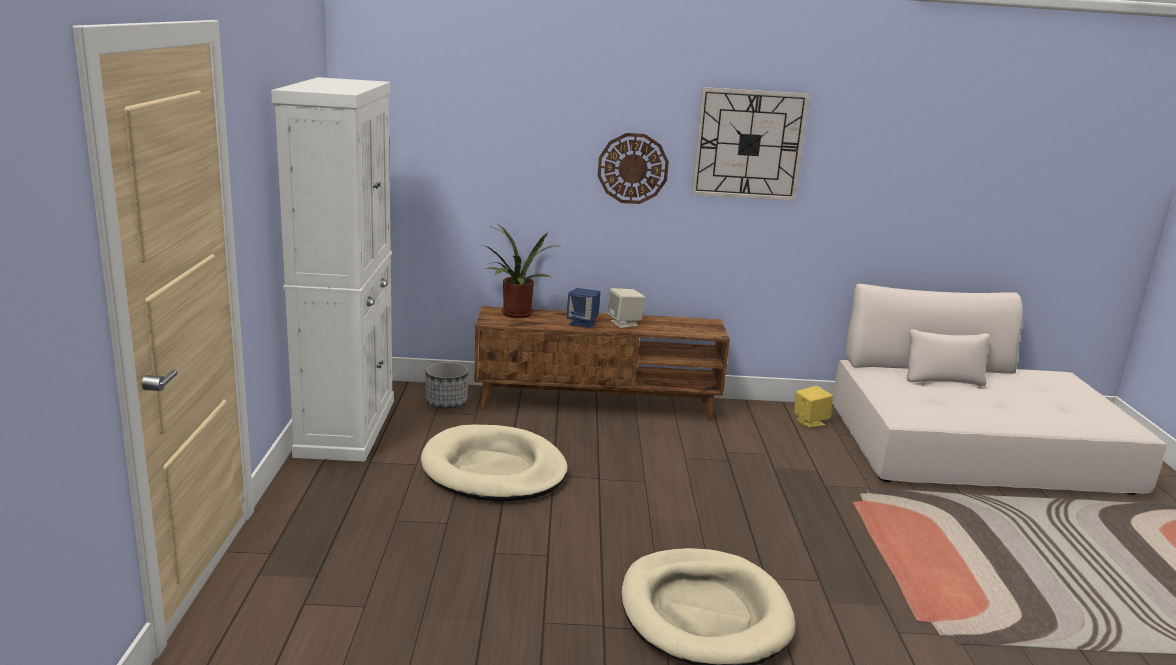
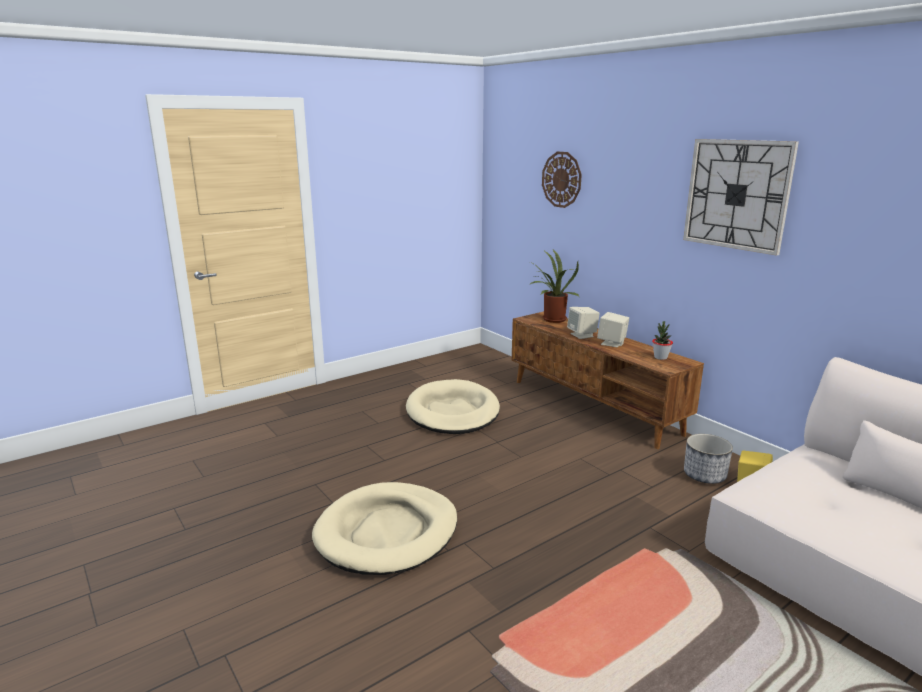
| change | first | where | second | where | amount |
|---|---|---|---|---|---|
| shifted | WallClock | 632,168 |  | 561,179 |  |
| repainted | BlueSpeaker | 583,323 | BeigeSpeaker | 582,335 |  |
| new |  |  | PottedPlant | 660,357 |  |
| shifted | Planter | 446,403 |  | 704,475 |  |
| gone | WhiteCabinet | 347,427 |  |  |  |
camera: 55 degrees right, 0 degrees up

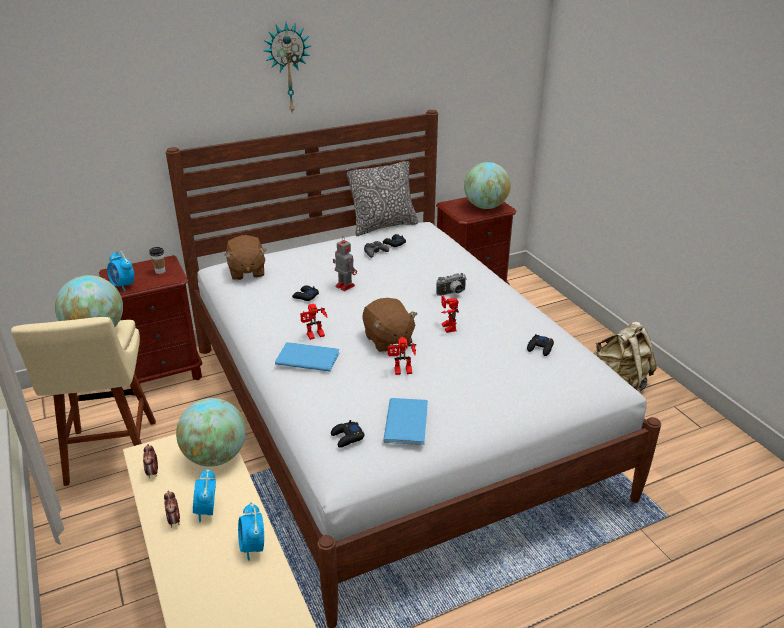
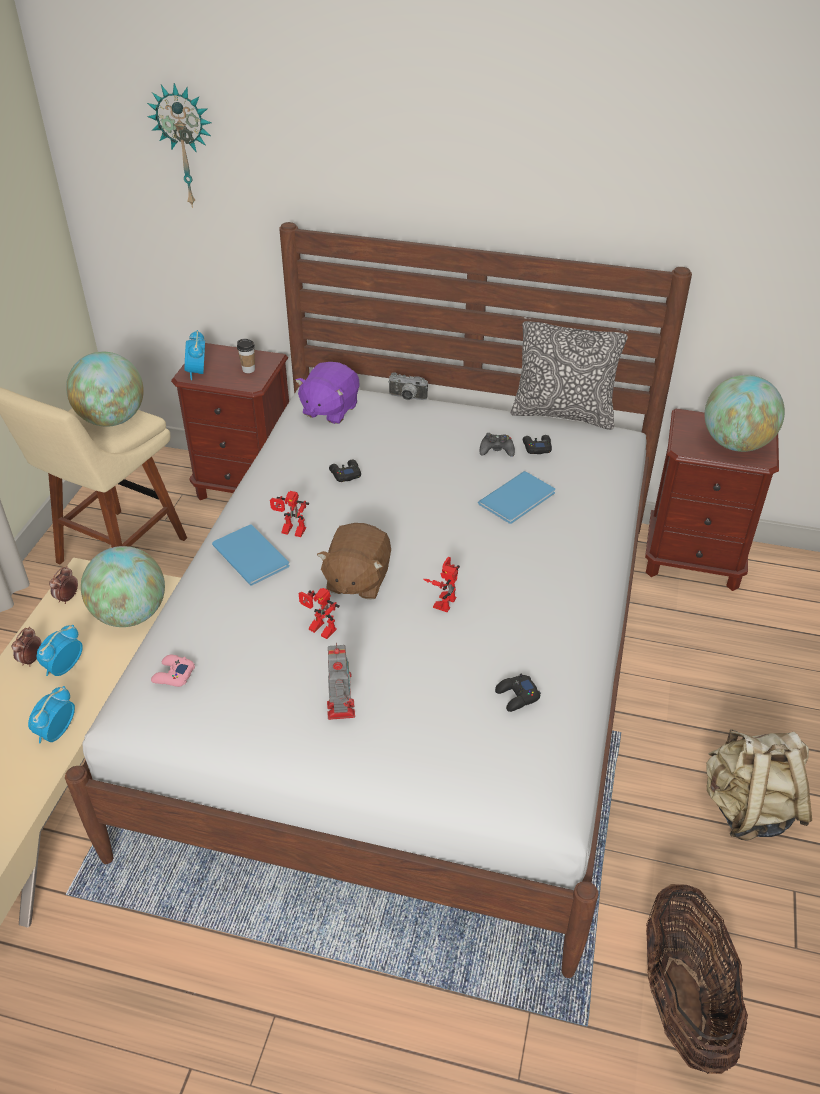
| change | first | where | second | where | amount |
|---|---|---|---|---|---|
| shifted | WallClock | 287,68 |  | 185,145 |  |
| repainted | BlackGameController | 347,437 | PinkGameController | 173,675 |  |
| repainted | BrownPlushToy | 246,272 | PurplePlushToy | 329,410 |  |
| shifted | ToyRobot | 344,285 |  | 340,708 |  |
| shifted | PhotoCamera | 452,293 |  | 407,398 |  |
| shifted | BlueBook | 408,421 |  | 519,498 |  |
| new |  |  | Basket | 683,1000 |  |
camera: 40 degrees right, 10 degrees up

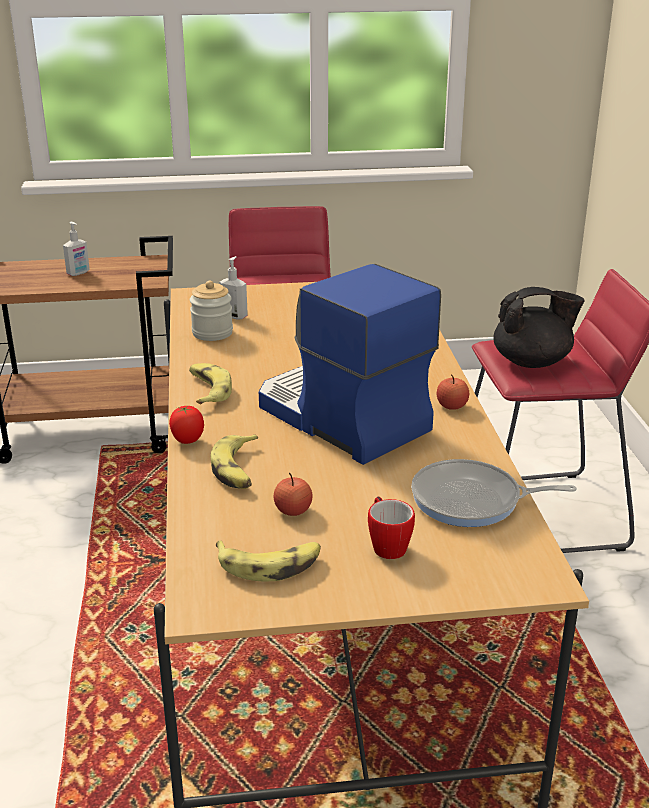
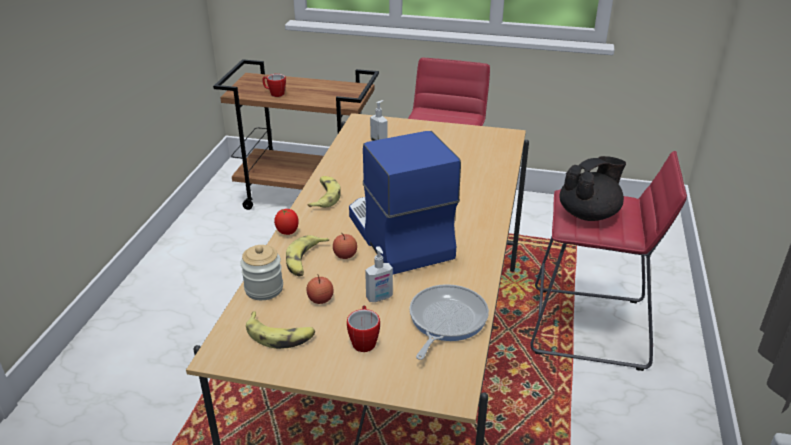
| change | first | where | second | where | amount |
|---|---|---|---|---|---|
| shifted | Jar | 212,333 |  | 264,289 |  |
| new |  |  | Mug | 274,94 |  |
| shifted | Apple | 452,406 |  | 345,255 |  |
| shifted | SoapDispenser | 78,273 |  | 379,298 |  |
| rotated | FryingPan | 472,501 |  | 445,320 | 90 degrees clockwise |
| rotated | BlackTeapot | 532,362 |  | 589,214 | 45 degrees counterclockwise |
camera: 20 degrees right, 5 degrees up

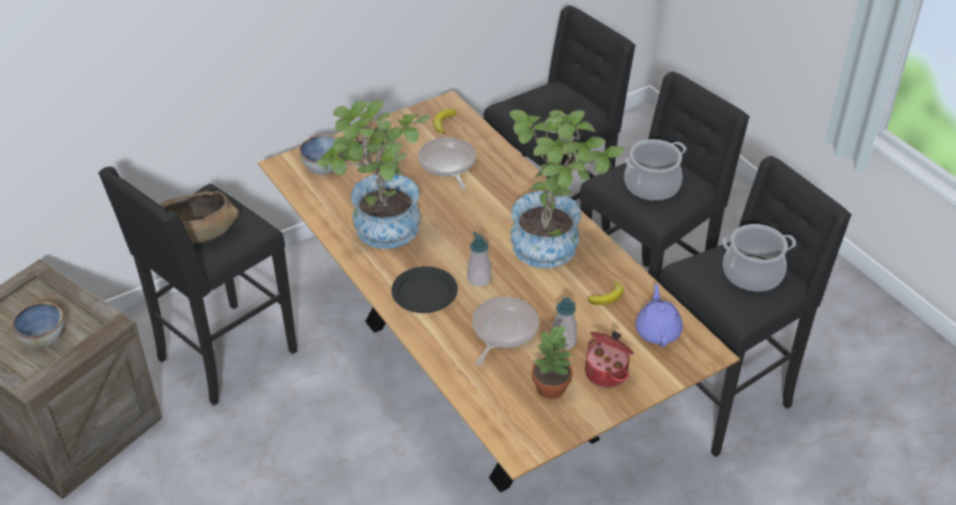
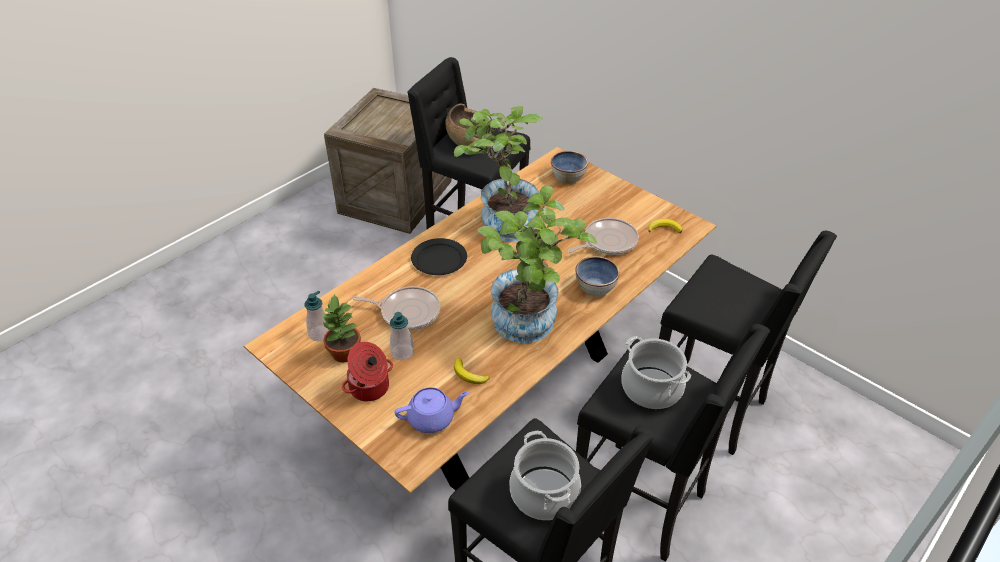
| change | first | where | second | where | amount |
|---|---|---|---|---|---|
| shifted | SoapDispenser | 479,279 |  | 320,334 |  |
| shifted | Bowl | 44,337 |  | 595,287 |  |
camera: 75 degrees right, 0 degrees up

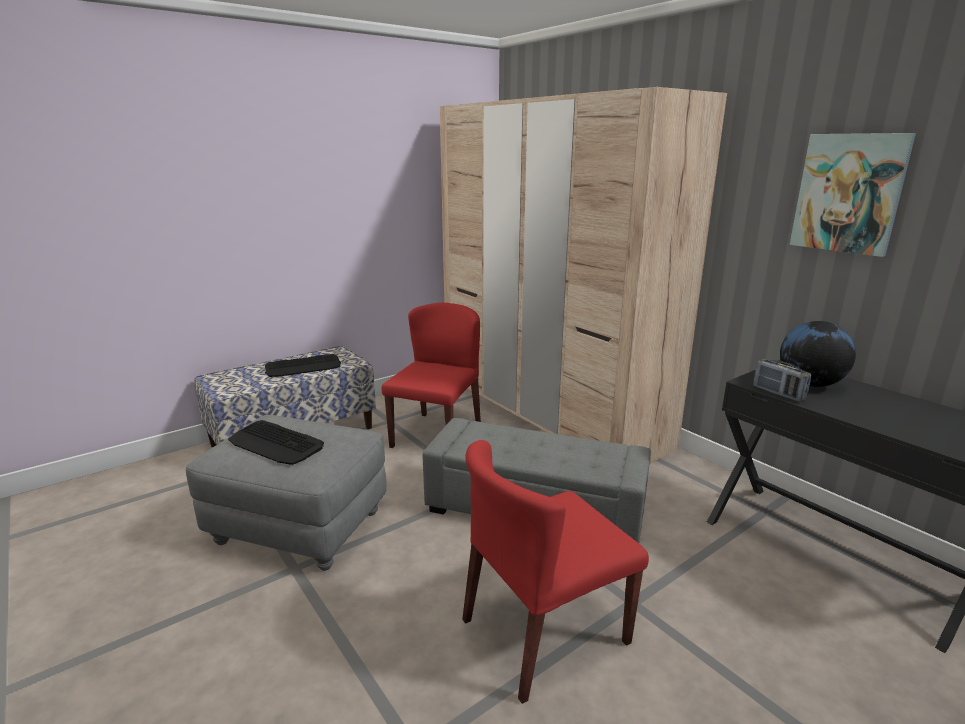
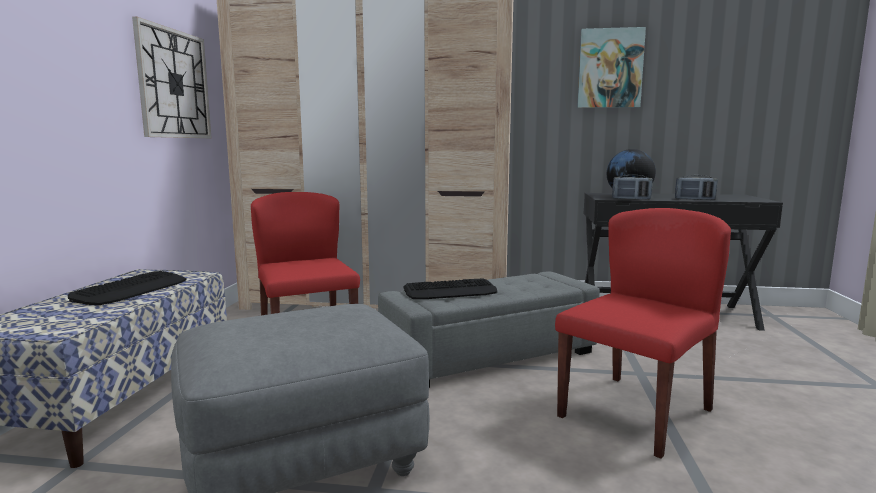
| change | first | where | second | where | amount |
|---|---|---|---|---|---|
| new |  |  | WallClock | 174,84 |  |
| shifted | Keyboard | 276,443 |  | 450,291 |  |
| rotated | RedChair | 544,632 |  | 635,412 | 150 degrees counterclockwise |
| new |  |  | Radio | 694,199 |  |
camera: 45 degrees left, 10 degrees down

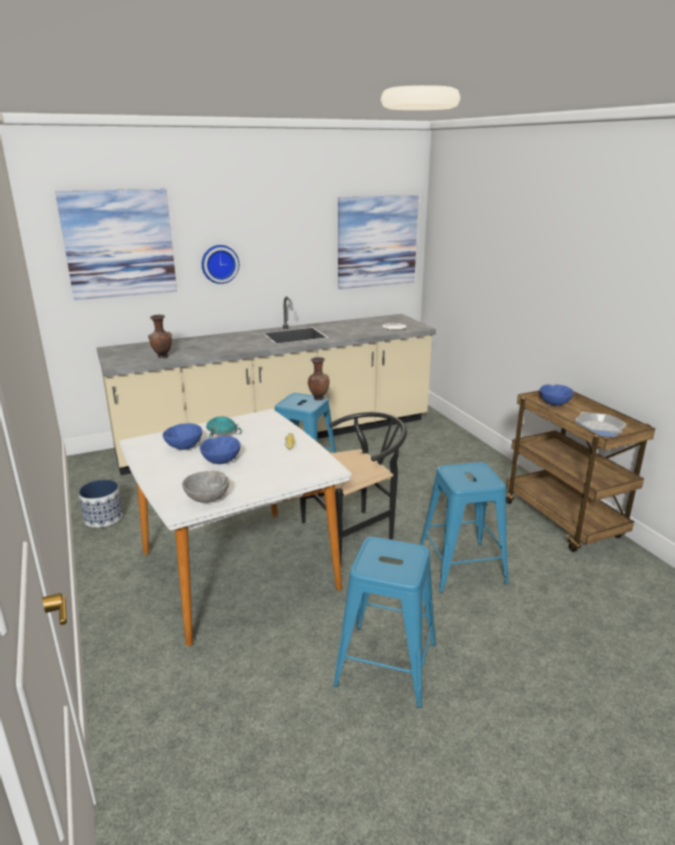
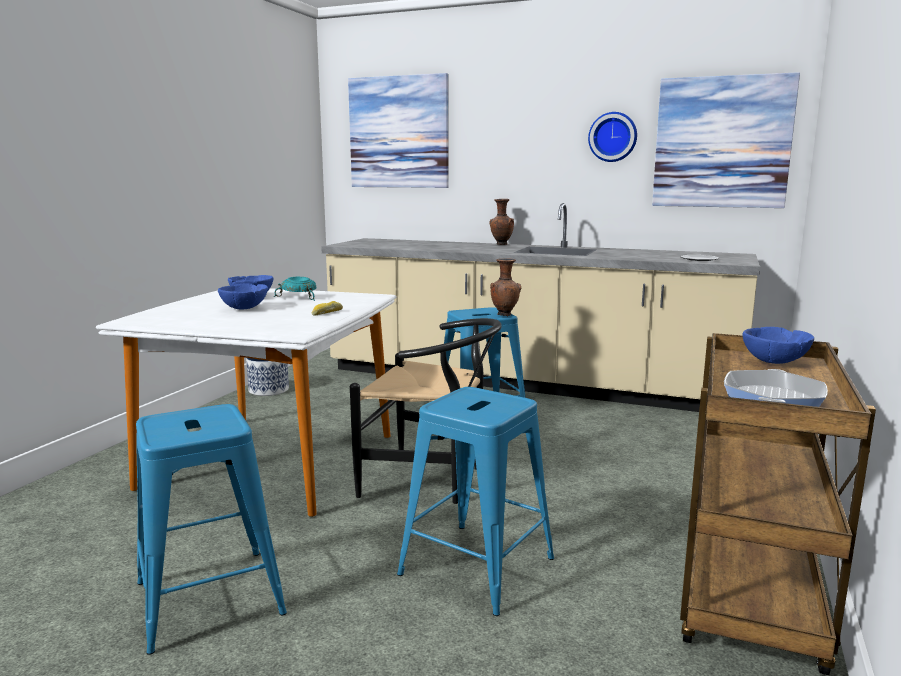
| change | first | where | second | where | amount |
|---|---|---|---|---|---|
| shifted | BrownVase | 162,356 |  | 501,244 |  |
| shifted | WallClock | 219,264 |  | 613,137 |  |
| gone | GreyBowl | 208,499 |  |  |  |
camera: 45 degrees right, 10 degrees down

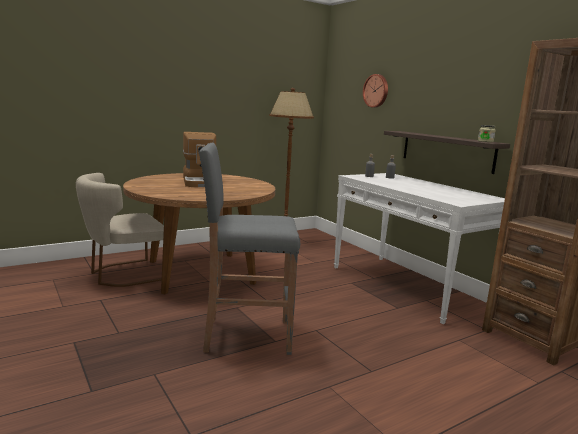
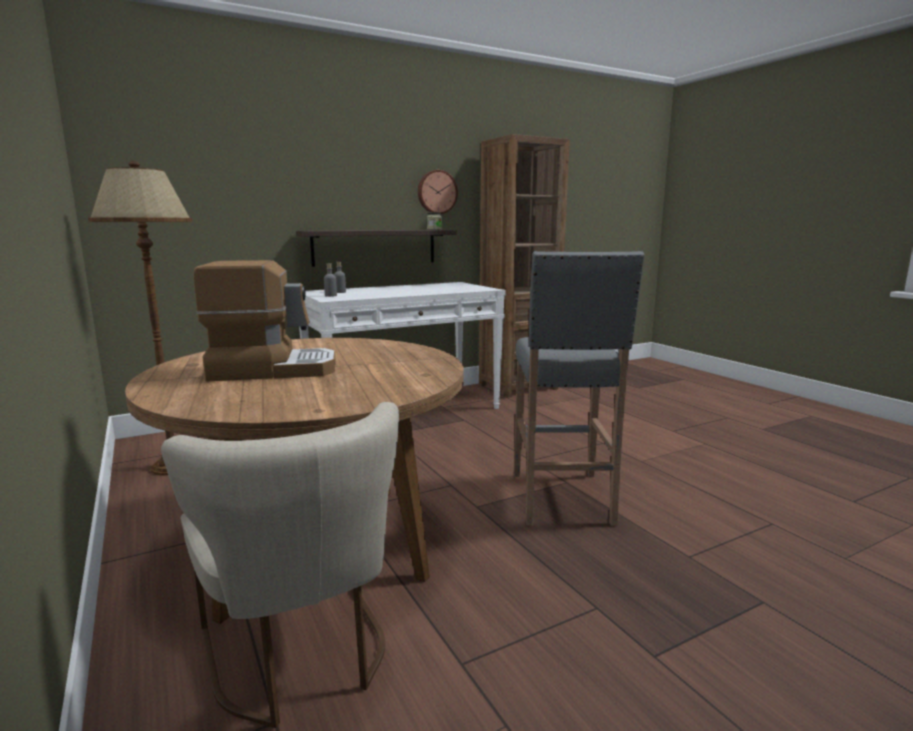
| change | first | where | second | where | amount |
|---|---|---|---|---|---|
| shifted | WallClock | 376,91 |  | 436,192 |  |
camera: 85 degrees left, 0 degrees up

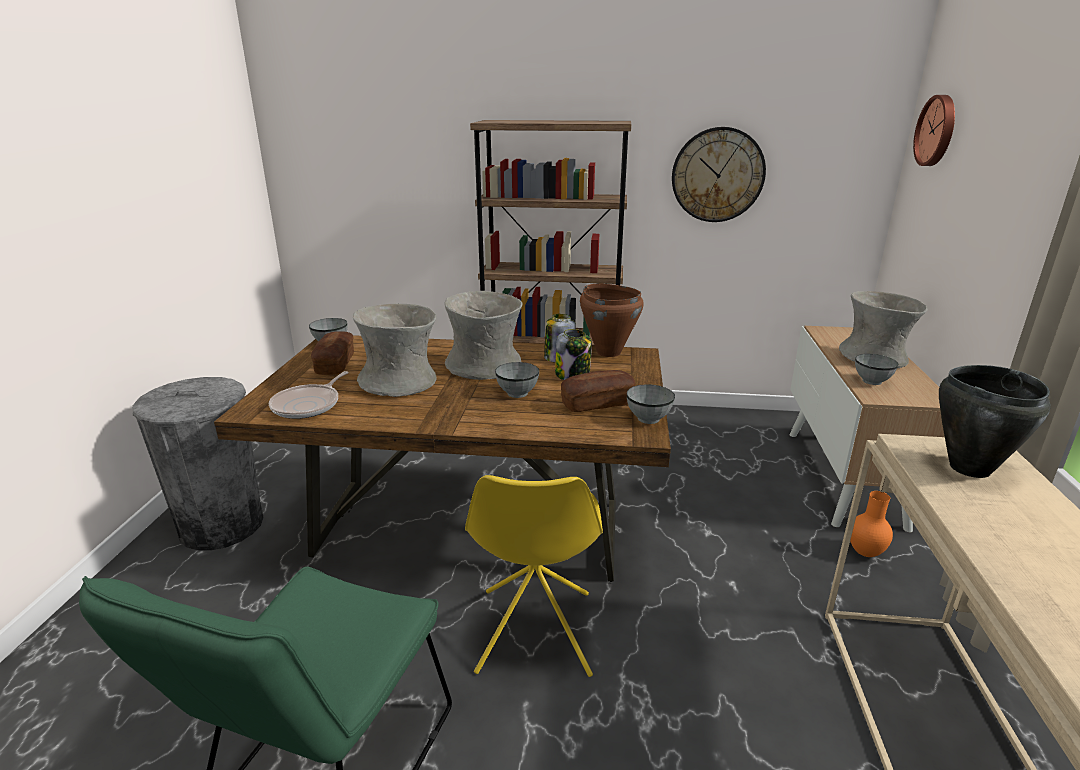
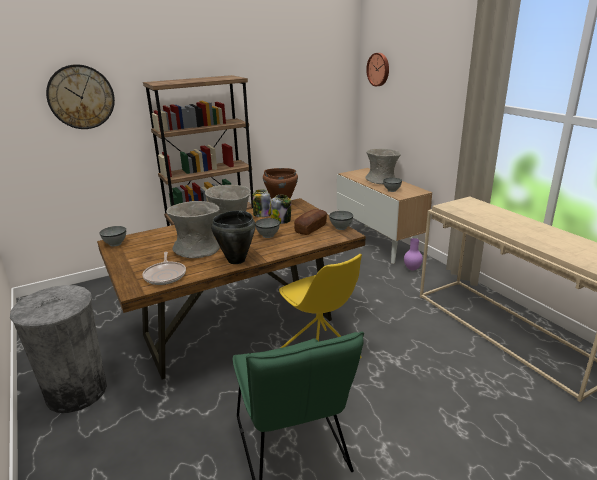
| change | first | where | second | where | amount |
|---|---|---|---|---|---|
| shifted | WallClock | 717,175 |  | 81,97 |  |
| shifted | BlackCookingPot | 968,468 |  | 236,260 |  |
| repainted | OrangeVase | 865,552 | PurpleVase | 412,269 |  |
| gone | Bread | 335,364 |  |  |  |
camera: 35 degrees left, 0 degrees up

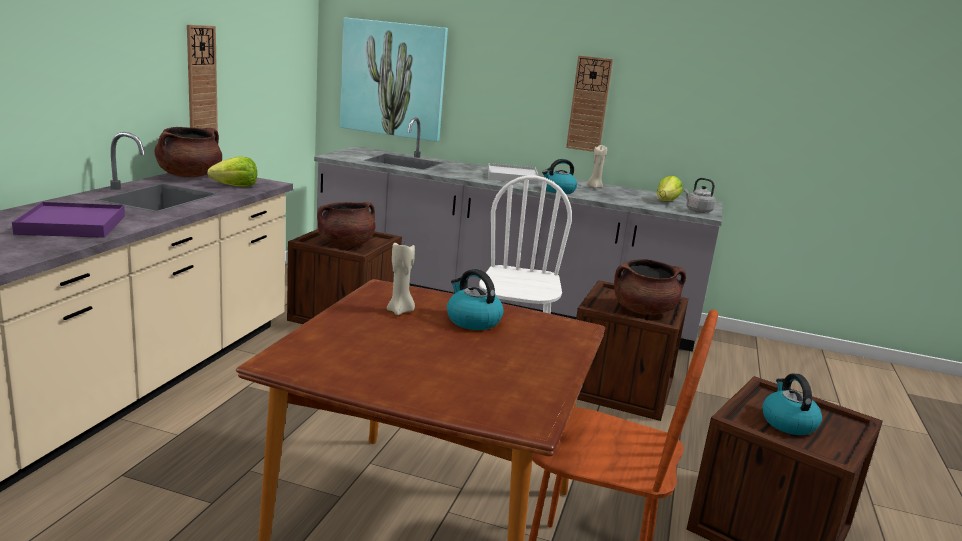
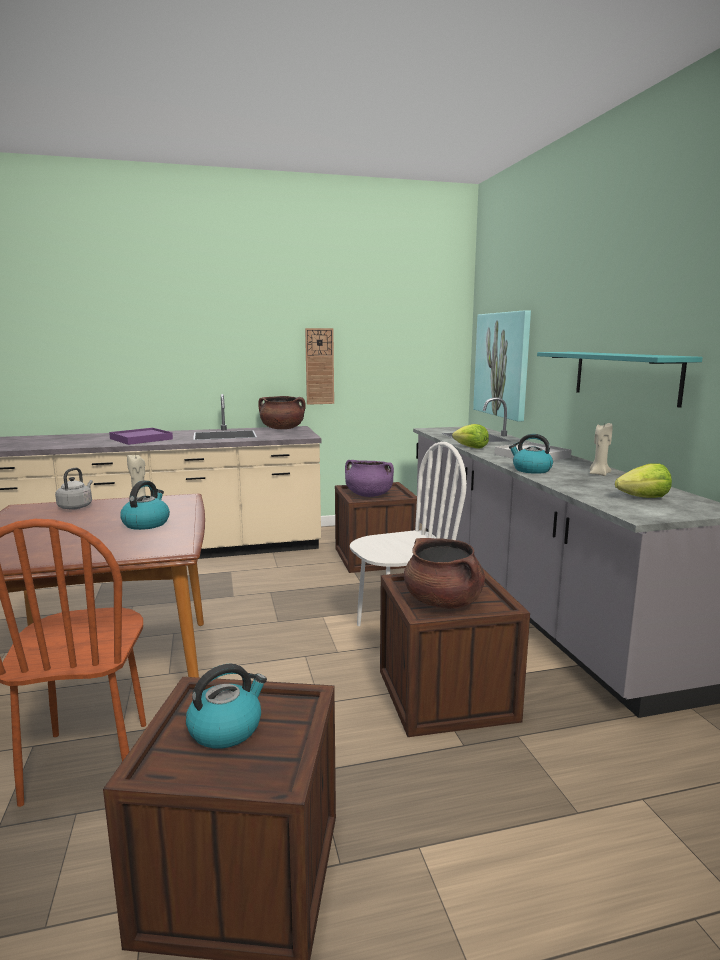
| change | first | where | second | where | amount |
|---|---|---|---|---|---|
| shifted | GreyKettle | 697,211 |  | 76,506 |  |
| repainted | BrownCookingPot | 346,244 | PurpleCookingPot | 368,495 |  |
| shifted | Lettuce | 236,186 |  | 471,447 |  |
| swapped | WallClock | 589,104 | TurquoiseShelf | 625,376 |  |
camera: 60 degrees right, 5 degrees down

